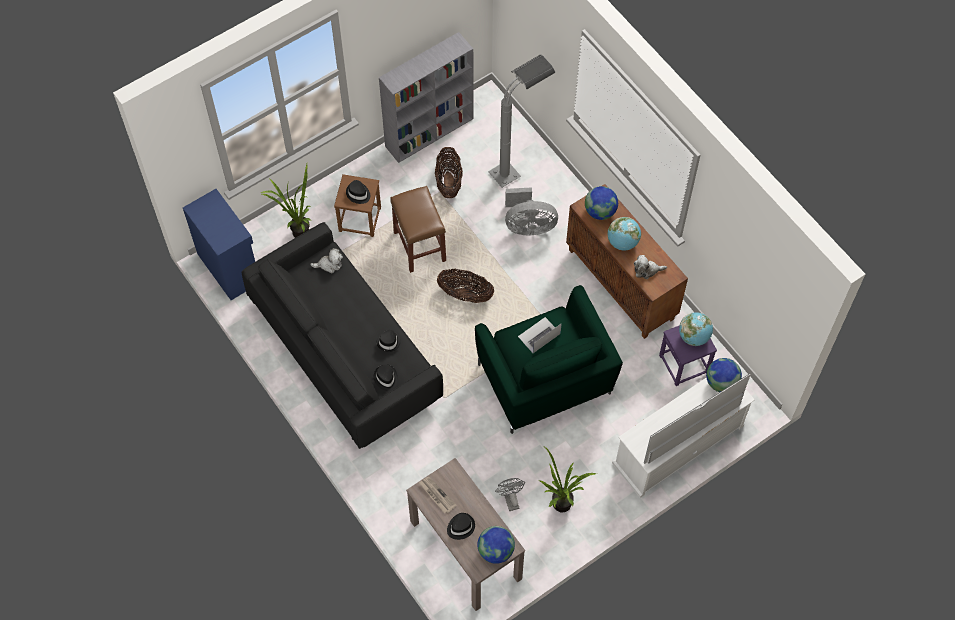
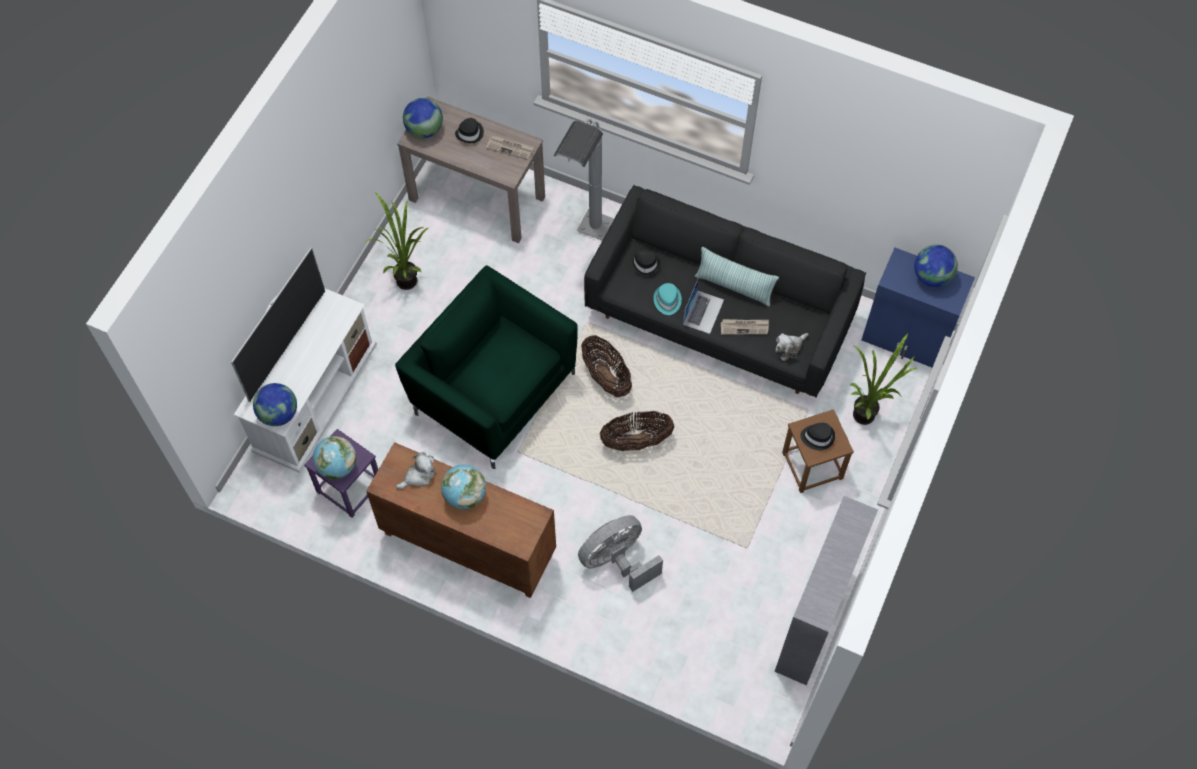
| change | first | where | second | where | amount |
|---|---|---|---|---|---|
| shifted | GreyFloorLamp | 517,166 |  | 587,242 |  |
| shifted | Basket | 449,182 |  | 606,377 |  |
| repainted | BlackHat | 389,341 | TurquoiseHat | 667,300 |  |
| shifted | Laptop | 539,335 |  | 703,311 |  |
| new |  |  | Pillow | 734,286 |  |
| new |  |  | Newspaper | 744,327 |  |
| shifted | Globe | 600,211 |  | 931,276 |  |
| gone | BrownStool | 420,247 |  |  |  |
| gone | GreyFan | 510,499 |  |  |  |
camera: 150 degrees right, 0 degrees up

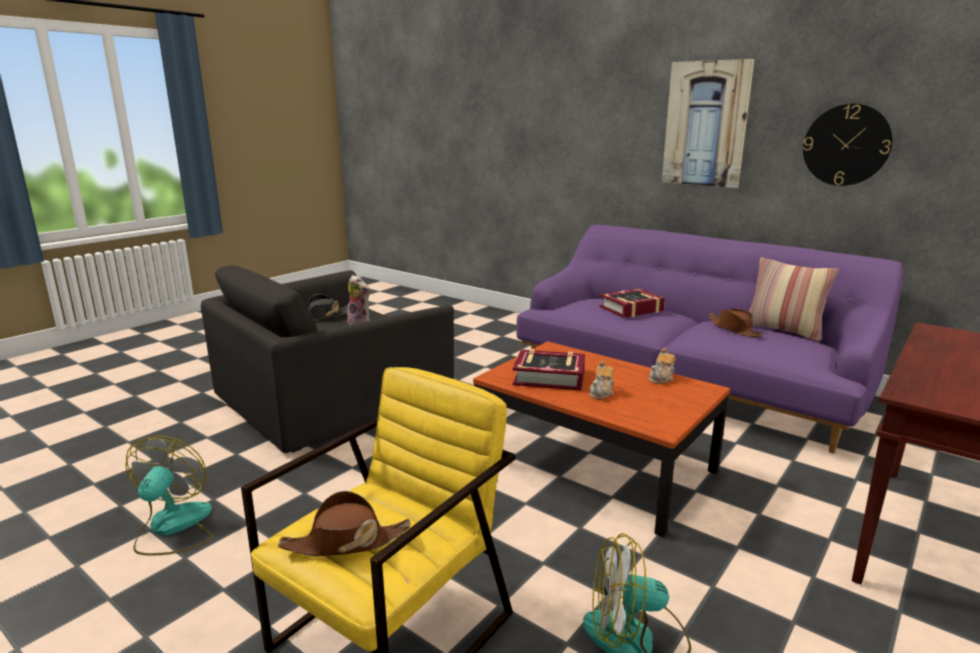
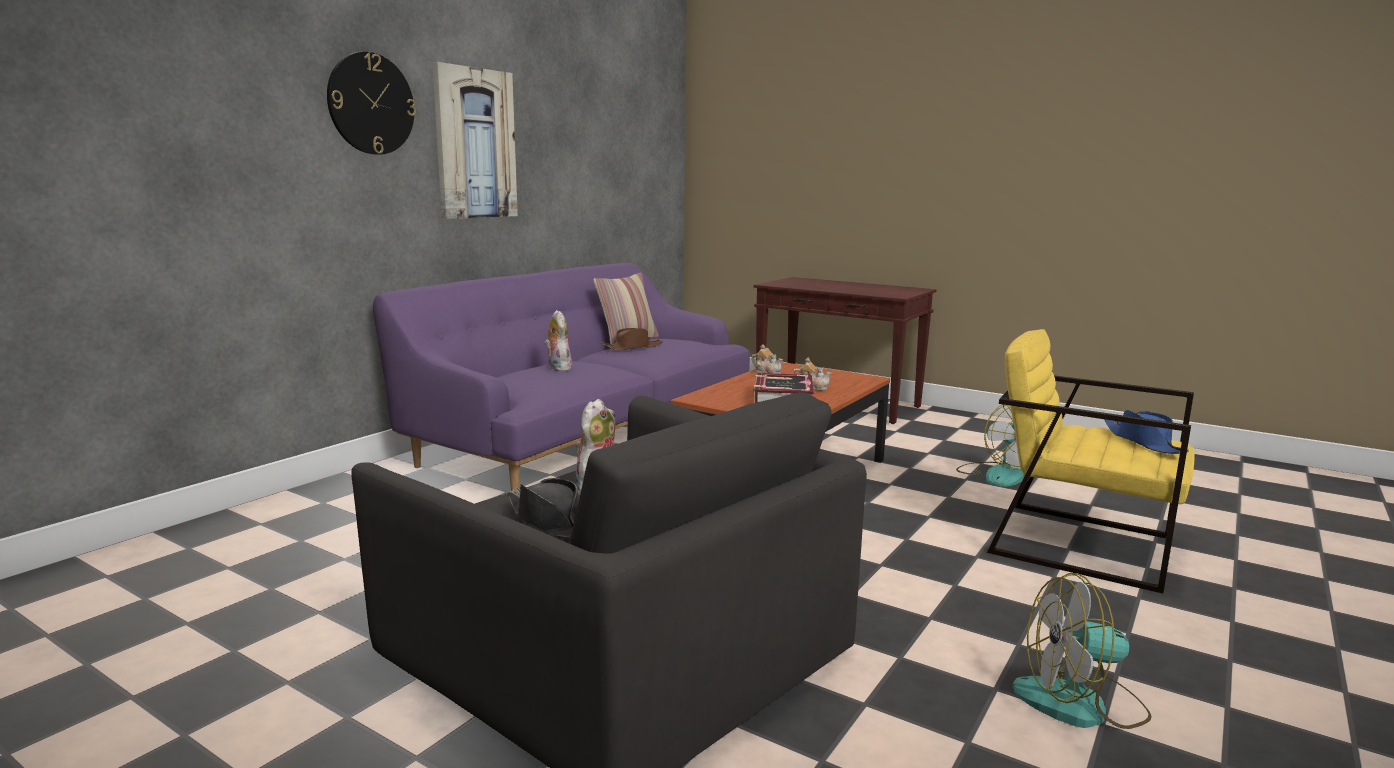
| change | first | where | second | where | amount |
|---|---|---|---|---|---|
| shifted | WallClock | 846,145 |  | 371,104 |  |
| swapped | Book | 631,309 | PlushToy | 557,368 |  |
| repainted | BrownHat | 345,542 | BlueHat | 1143,442 |  |
camera: 95 degrees left, 5 degrees down

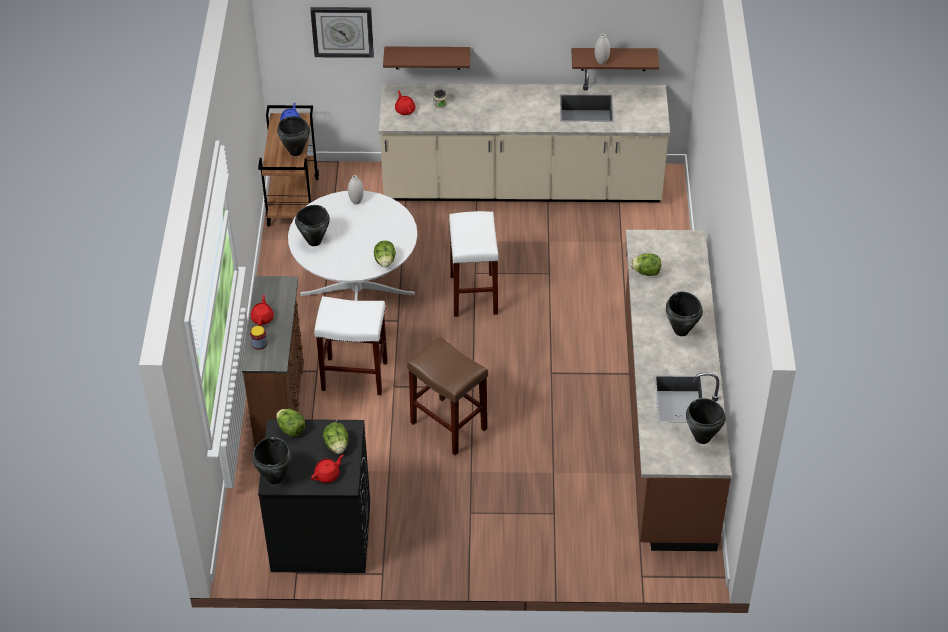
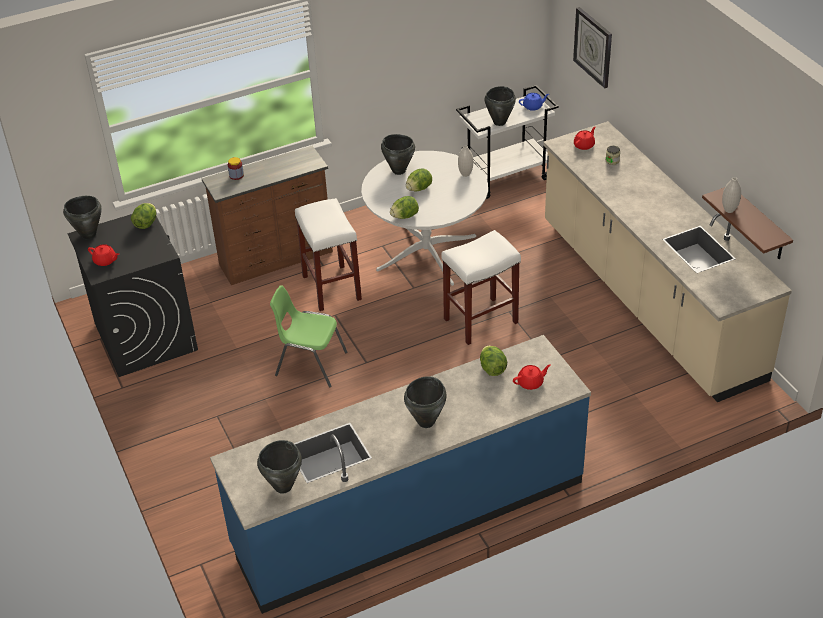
| change | first | where | second | where | amount |
|---|---|---|---|---|---|
| repainted | BrownCounter | 665,423 | BlueCounter | 409,514 |  |
| swapped | BrownStool | 447,425 | GreenChair | 310,364 |  |
| shifted | Lettuce | 337,445 |  | 419,189 |  |
| repainted | BrownCart | 292,201 | WhiteCart | 506,177 |  |
| shifted | RedTeapot | 262,318 |  | 531,383 |  |
| gone | BrownShelf | 427,57 |  |  |  |
camera: 65 degrees right, 5 degrees down

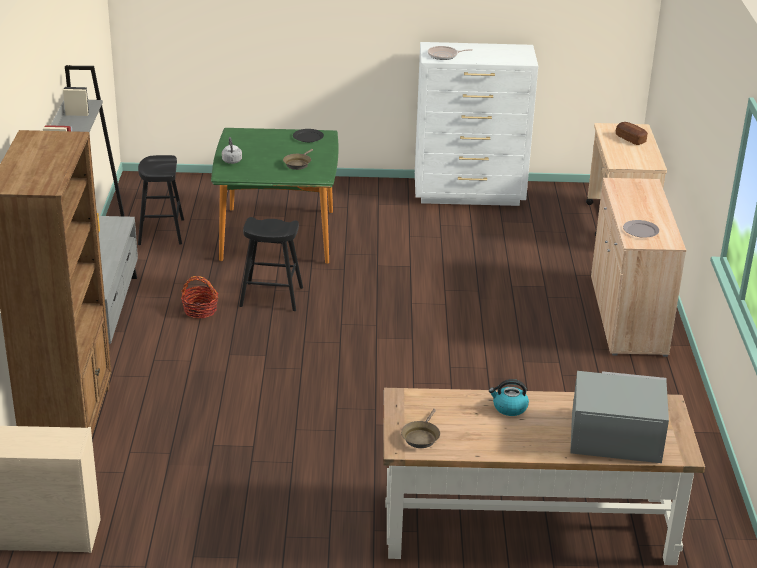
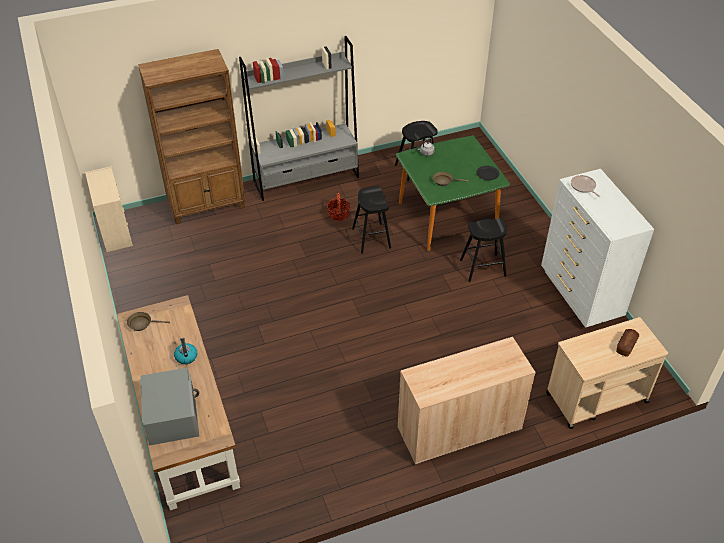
| change | first | where | second | where | amount |
|---|---|---|---|---|---|
| new |  |  | BlackStool | 483,268 |  |
| gone | GreyPlate | 640,230 |  |  |  |
camera: 70 degrees right, 15 degrees up

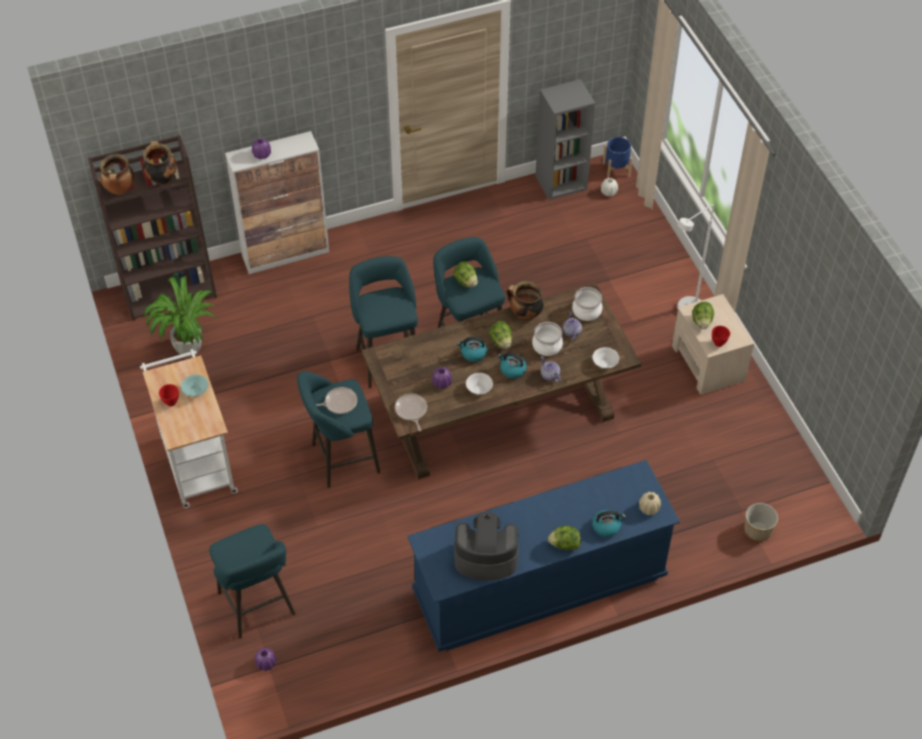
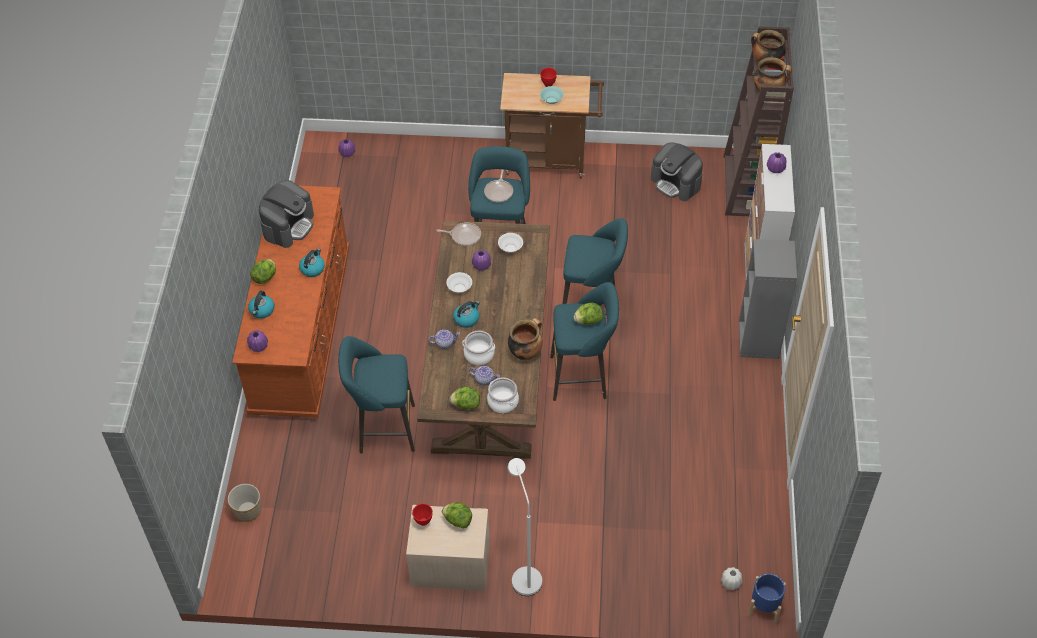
| change | first | where | second | where | amount |
|---|---|---|---|---|---|
| repainted | BlueDresser | 539,584 | BrownDresser | 302,331 |  |
| repainted | BeigeVase | 649,508 | PurpleVase | 258,346 |  |
| shifted | Kettle | 473,353 |  | 312,268 |  |
| shifted | TurquoiseStool | 258,607 |  | 383,429 |  |
| shifted | Lettuce | 501,342 |  | 466,404 |  |
| shifted | WhiteBowl | 605,364 |  | 510,248 |  |
| repainted | WhiteCart | 196,460 | BrownCart | 551,160 |  |
| swapped | PottedPlant | 187,346 | CoffeeMachine | 676,183 |  |
| shifted | GreyBookcase | 561,182 |  | 759,340 |  |
camera: 115 degrees right, 0 degrees up

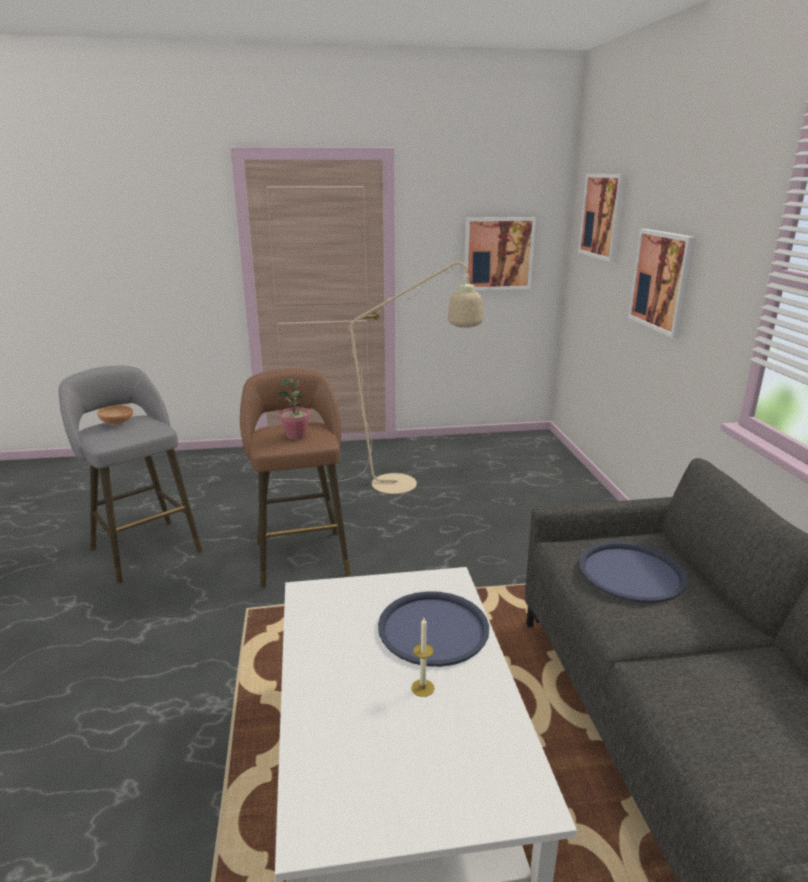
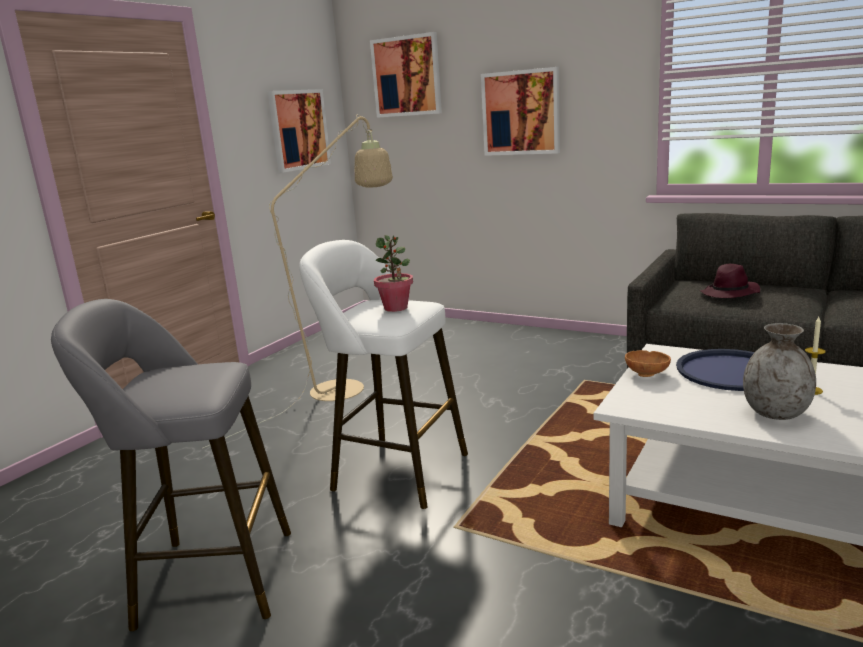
| change | first | where | second | where | amount |
|---|---|---|---|---|---|
| repainted | BrownStool | 301,555 | WhiteStool | 393,470 |  |
| shifted | BrownBowl | 117,424 |  | 648,374 |  |
| swapped | BlueTray | 631,573 | PurpleHat | 730,294 |  |
| new |  |  | GreyVase | 776,413 |  |
camera: 50 degrees left, 5 degrees down

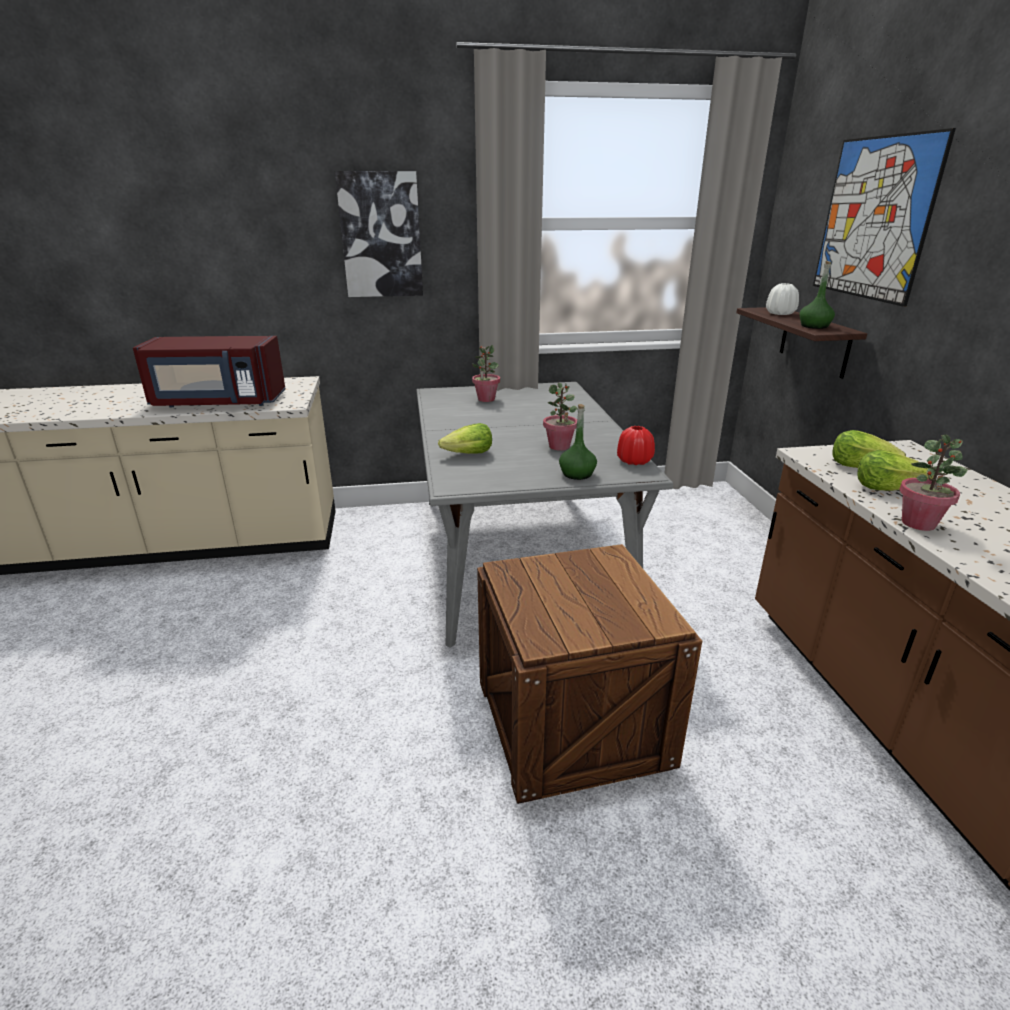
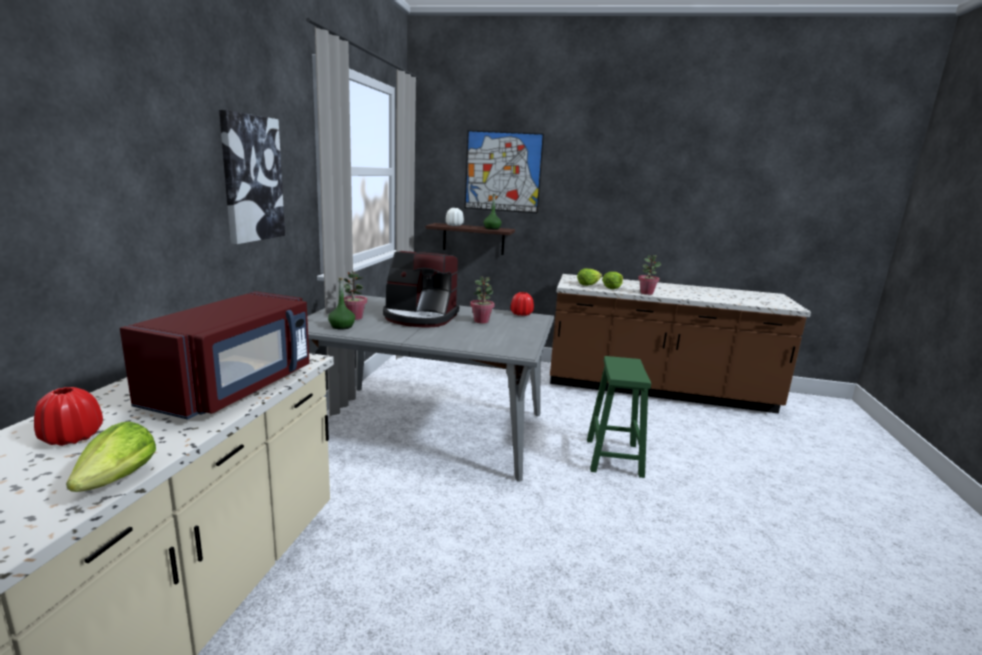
| change | first | where | second | where | amount |
|---|---|---|---|---|---|
| new |  |  | RedVase | 72,437 |  |
| shifted | Lettuce | 468,454 |  | 118,479 |  |
| shifted | GreenBottle | 577,474 |  | 342,326 |  |
| new |  |  | CoffeeMachine | 420,317 |  |
| swapped | Crate | 572,726 | GreenStool | 614,458 |  |
camera: 70 degrees left, 10 degrees down

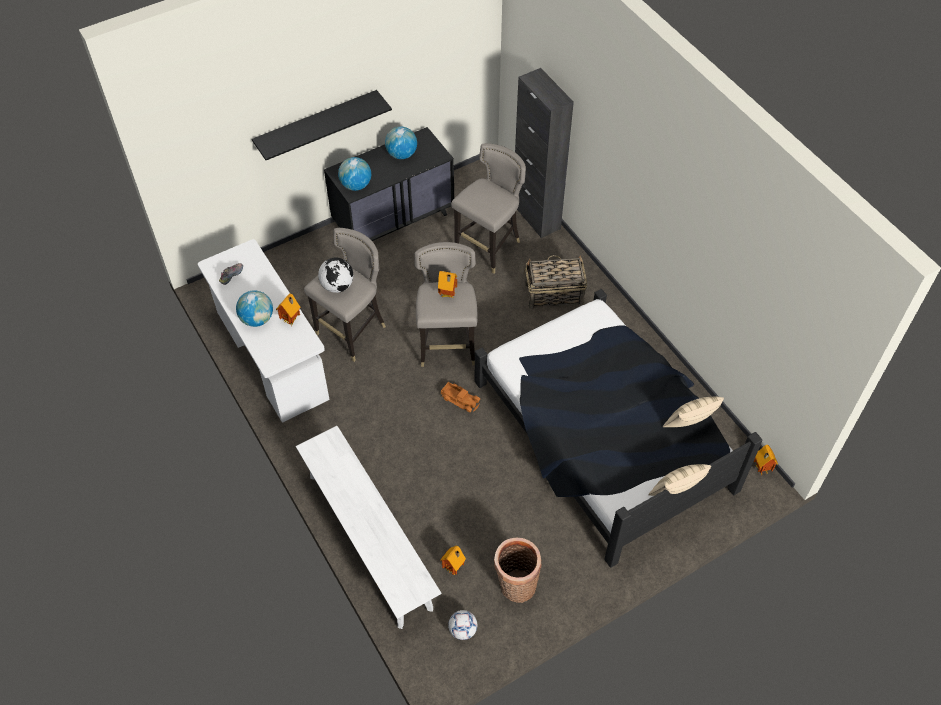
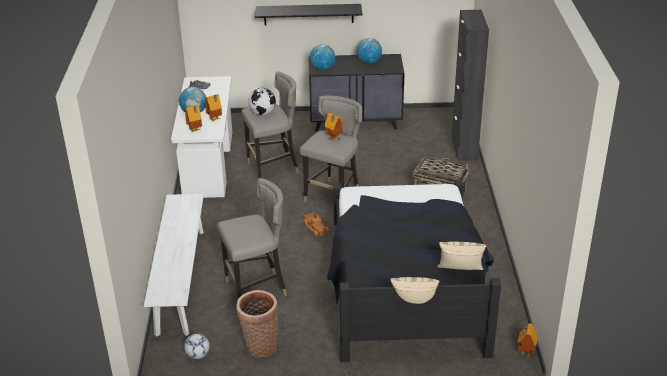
| change | first | where | second | where | amount |
|---|---|---|---|---|---|
| shifted | ToyHouse | 454,568 |  | 195,130 |  |
| shifted | GreyStool | 489,247 |  | 257,289 |  |
camera: 30 degrees right, 20 degrees down

